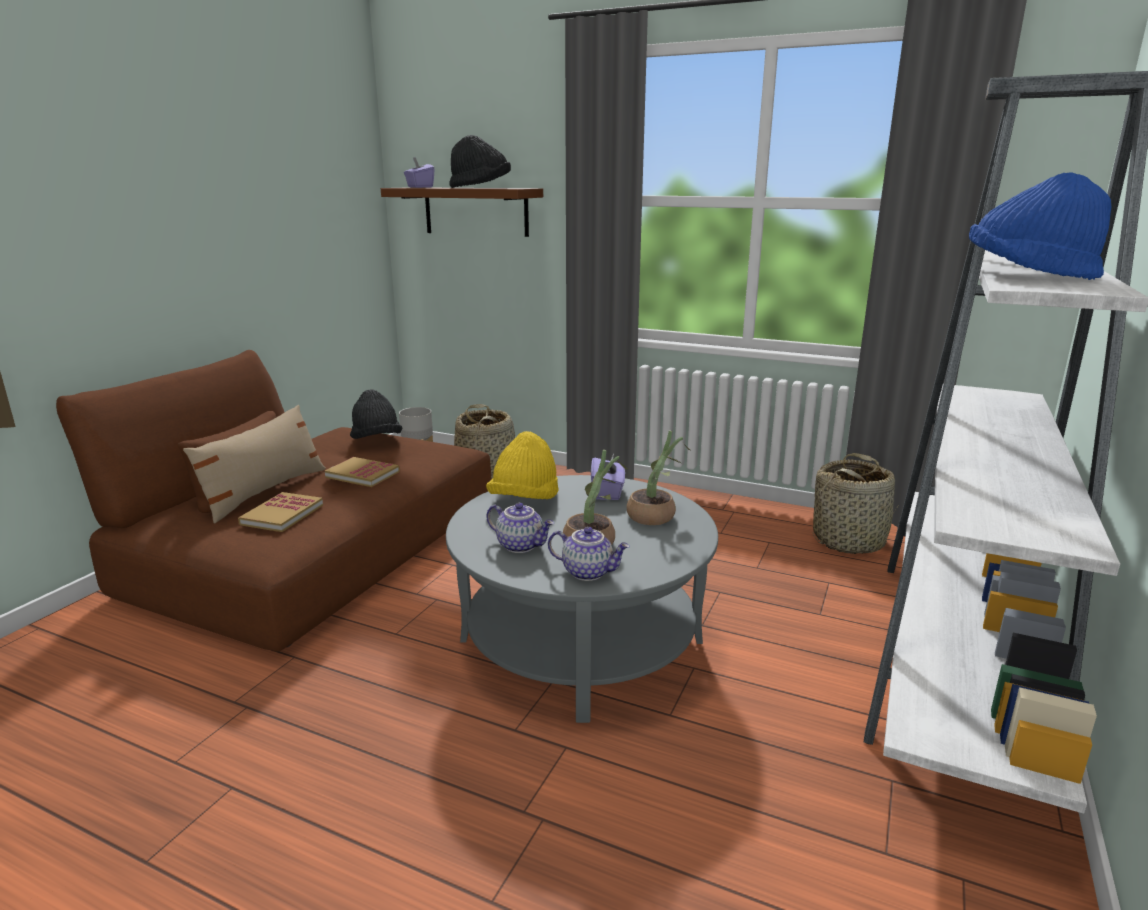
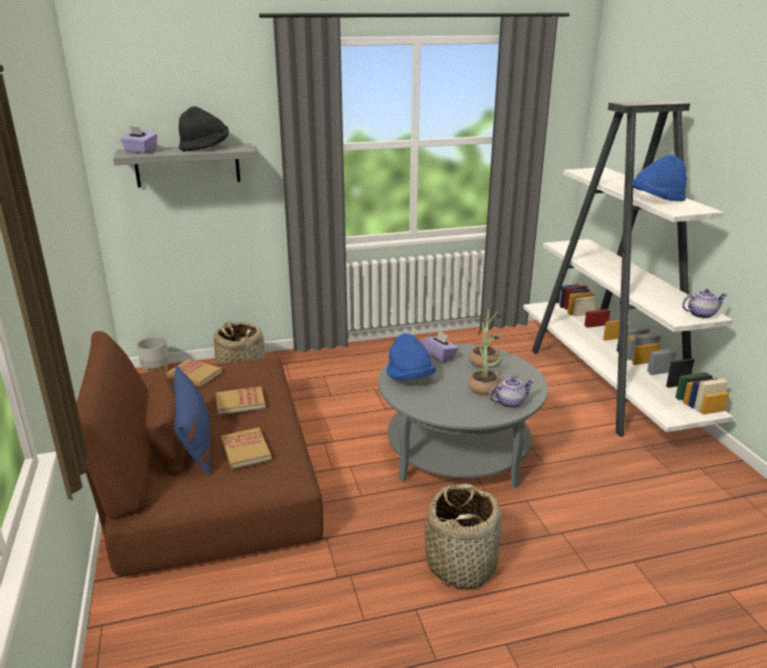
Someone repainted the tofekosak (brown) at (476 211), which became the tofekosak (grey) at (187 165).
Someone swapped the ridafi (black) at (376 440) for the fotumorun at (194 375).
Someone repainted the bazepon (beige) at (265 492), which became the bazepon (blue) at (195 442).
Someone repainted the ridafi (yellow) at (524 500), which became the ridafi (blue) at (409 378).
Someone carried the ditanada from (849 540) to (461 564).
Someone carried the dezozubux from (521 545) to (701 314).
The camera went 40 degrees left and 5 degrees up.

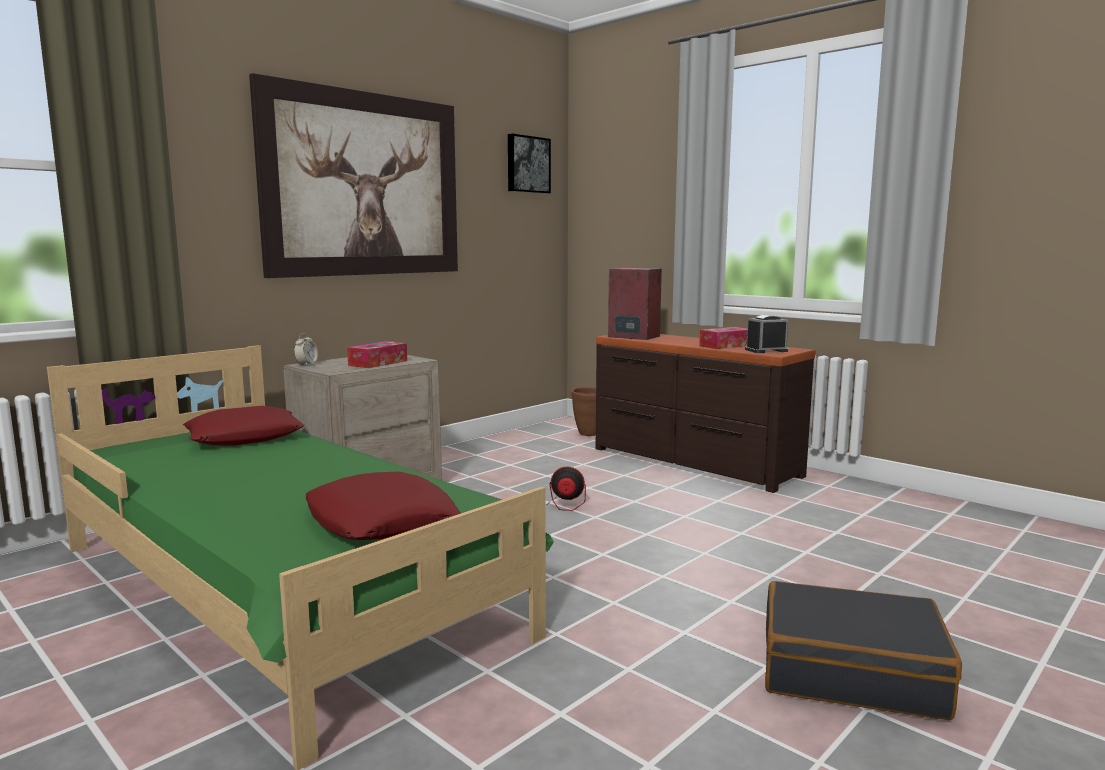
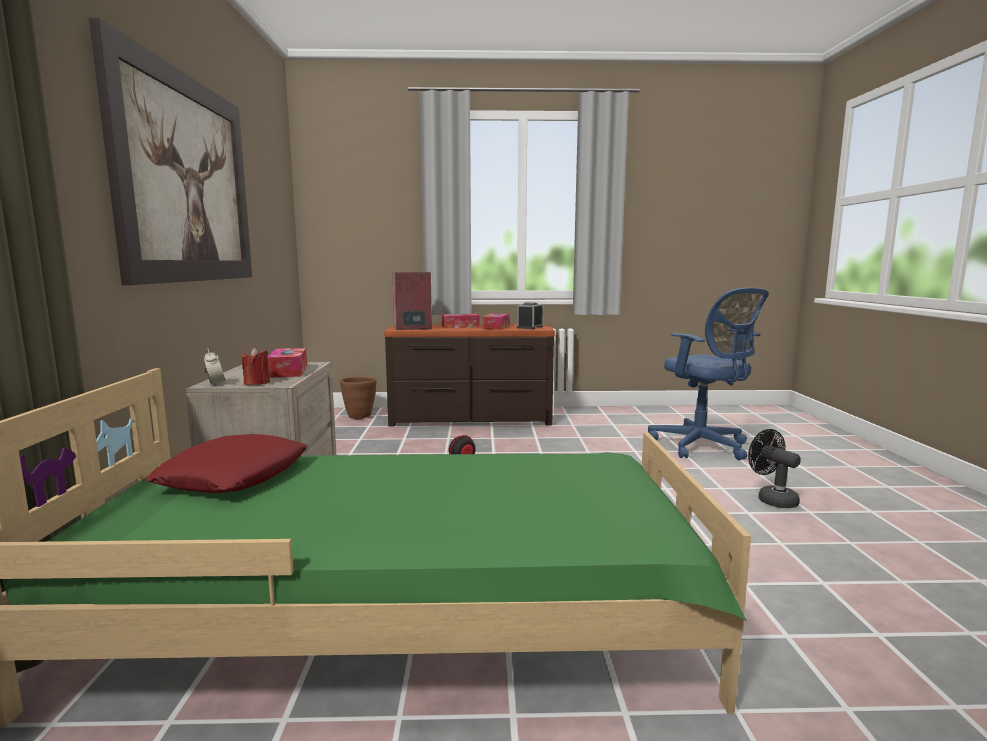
Someone took away the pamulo at (527 164).
Someone took away the bazepon (red) at (381 520).
Someone swapped the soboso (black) at (850 671) for the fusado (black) at (772 499).
Someone put down the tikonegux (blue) at (702 446).
Someone put down the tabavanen at (460 326).
Someone put down the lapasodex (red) at (257 383).
The camera went 45 degrees left and 0 degrees up.

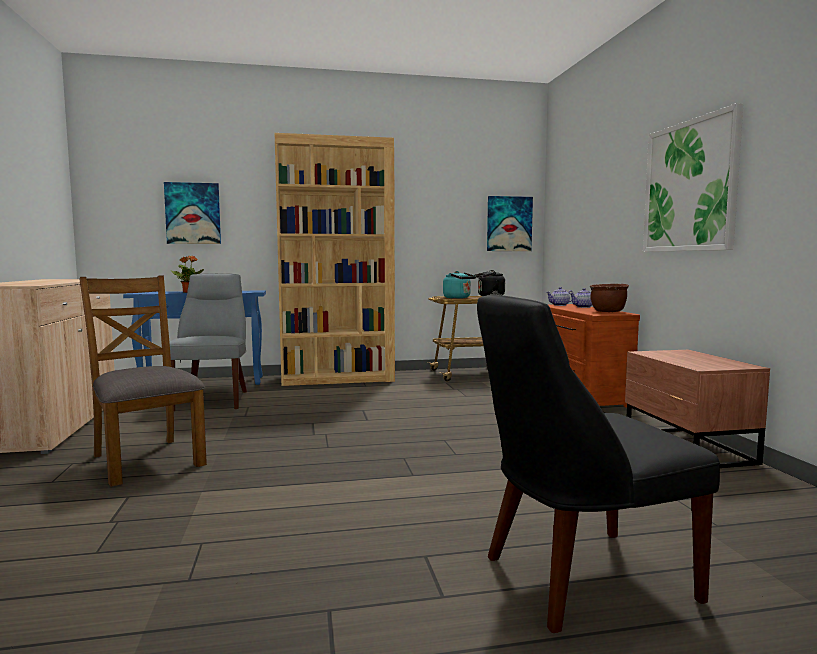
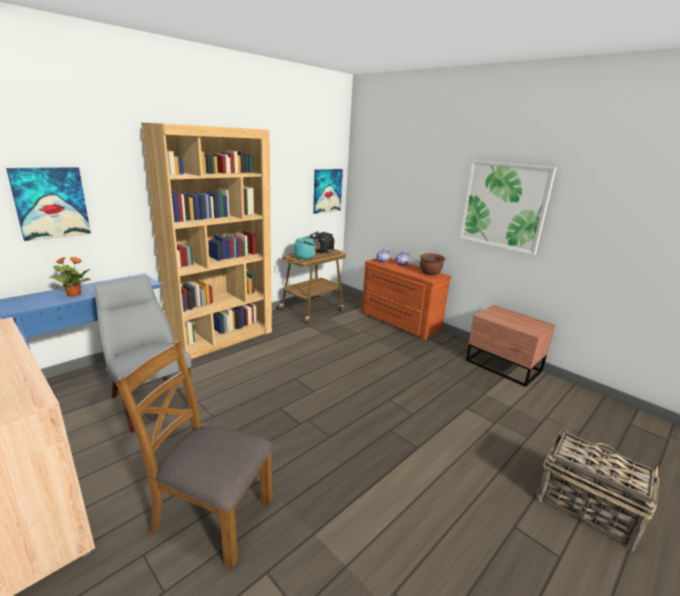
Someone swapped the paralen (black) at (579 579) for the ditanada at (585 506).
The camera went 35 degrees left and 15 degrees up.

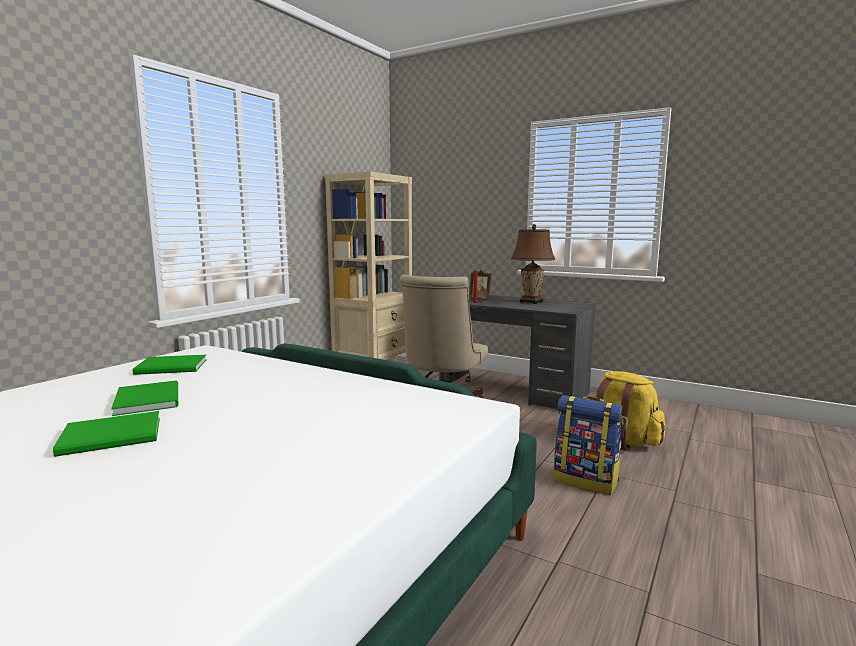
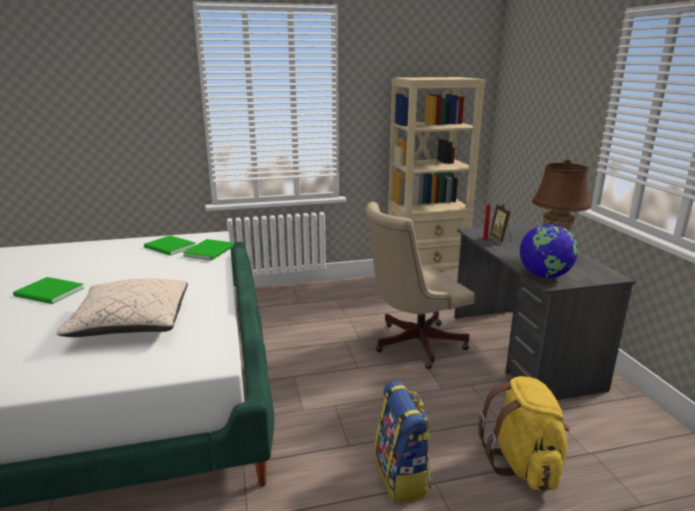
Someone carried the fotumorun (green) from (150 399) to (211 251).
Someone put down the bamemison at (544 276).
Someone put down the bazepon (beige) at (132 324).
The camera went 45 degrees right and 10 degrees up.

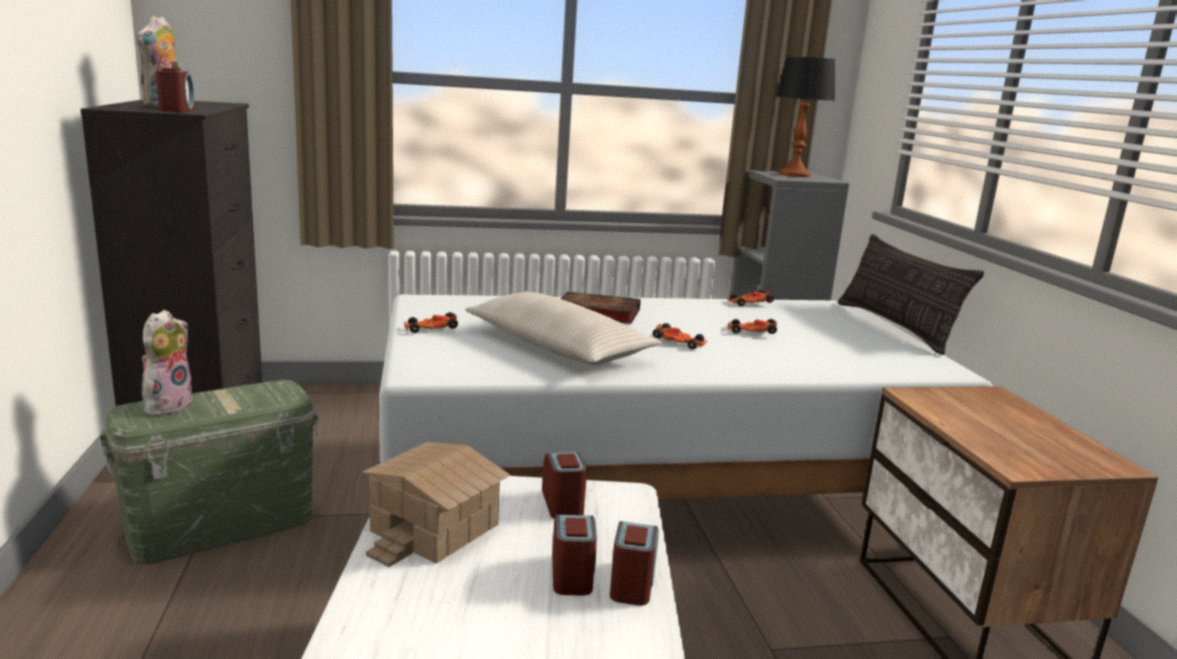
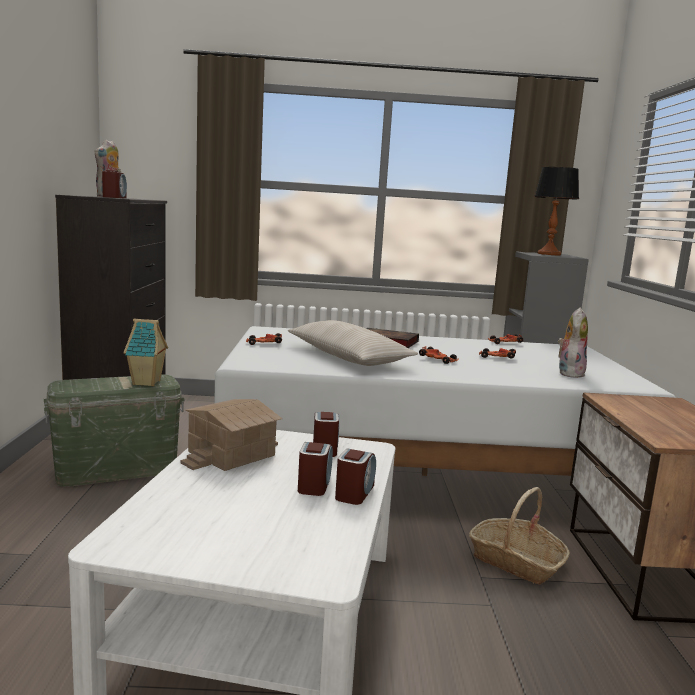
Someone took away the bazepon at (895 327).
Someone carried the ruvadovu from (167 405) to (569 373).
Someone put down the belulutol at (147 383).
Someone put down the ditanada at (516 561).
The camera went 10 degrees right and 5 degrees down.

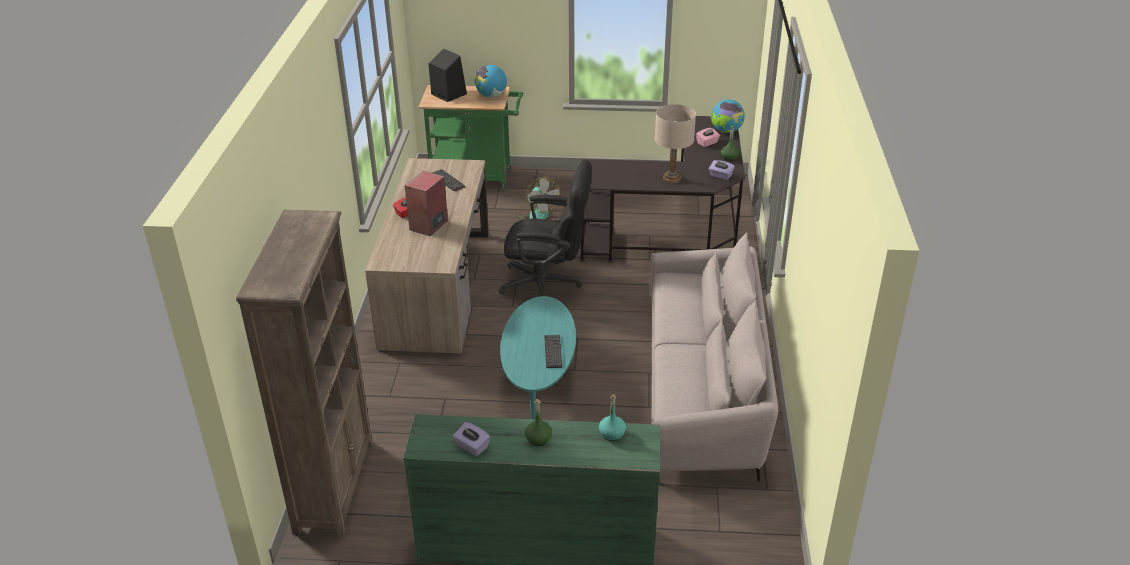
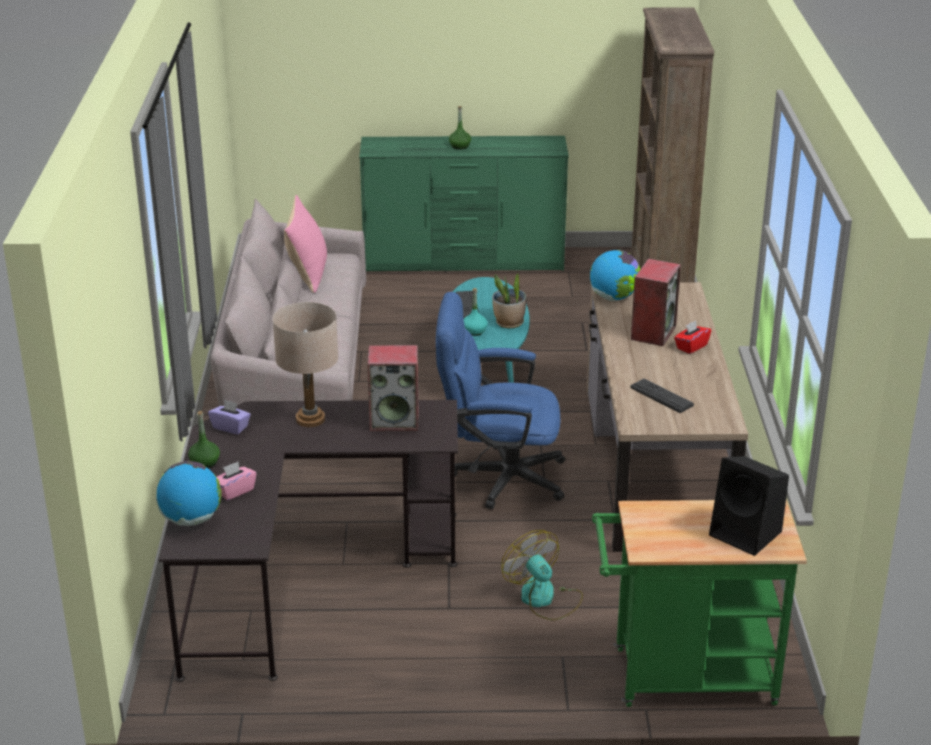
Someone carried the bamemison from (491 96) to (614 298).
Someone repainted the tikonegux (black) at (548 284), which became the tikonegux (blue) at (497 477).
Someone carried the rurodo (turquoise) from (612 434) to (474 331).
Someone took away the tabavanen (purple) at (472 447).
Someone put down the bazepon (pink) at (308 274).
Someone put down the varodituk at (509 323).
Someone put down the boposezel at (395 420).
The camera went 175 degrees right and 5 degrees down.

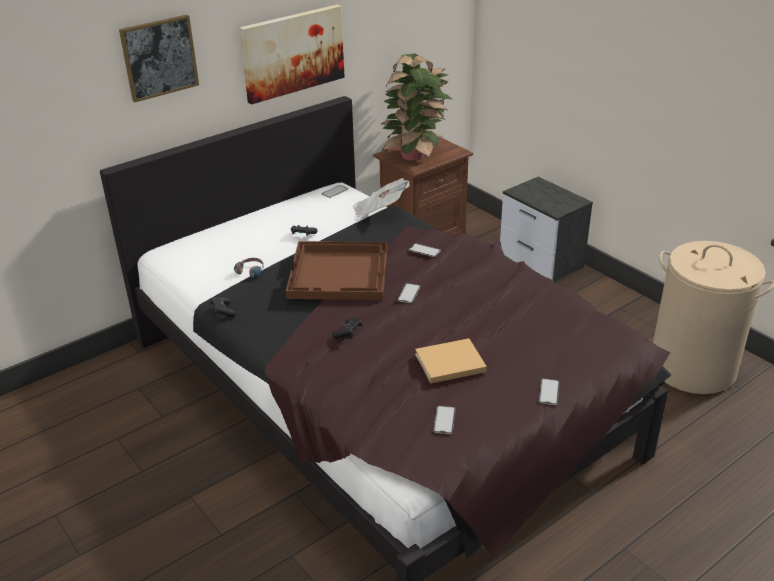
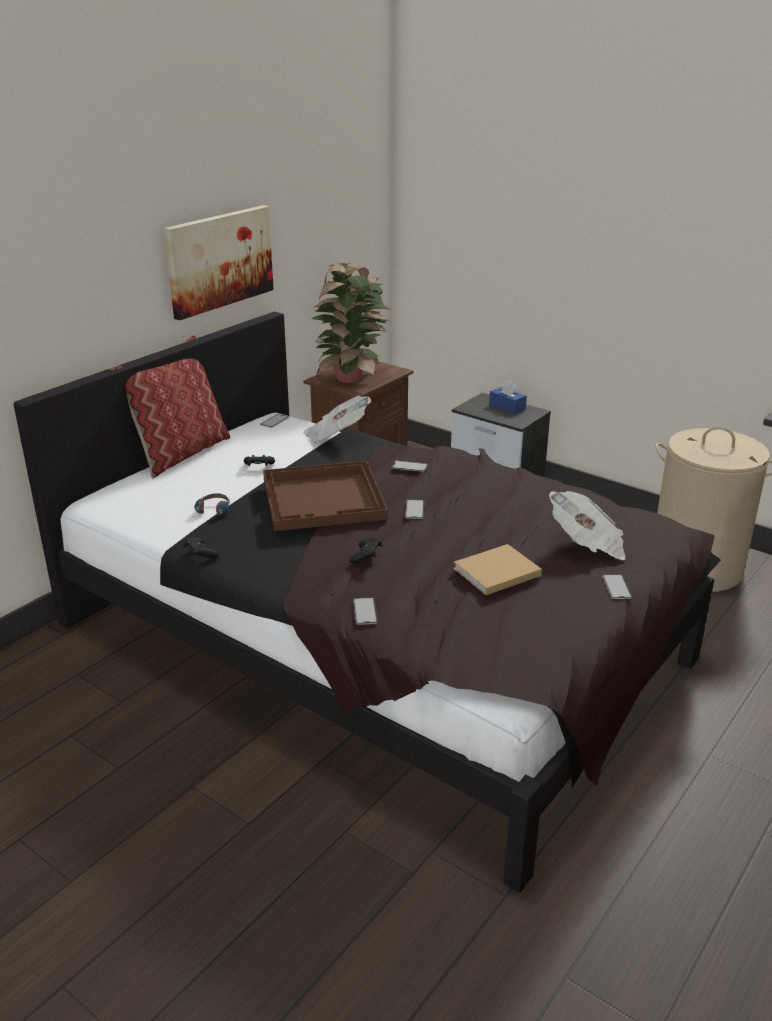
Someone took away the pamulo at (159 57).
Someone carried the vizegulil from (444 420) to (365 611).
Someone put down the bazepon at (180 453).
Someone put down the tabavanen (blue) at (507 407).
Someone put down the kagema at (587 544).
The camera went 15 degrees left and 5 degrees down.

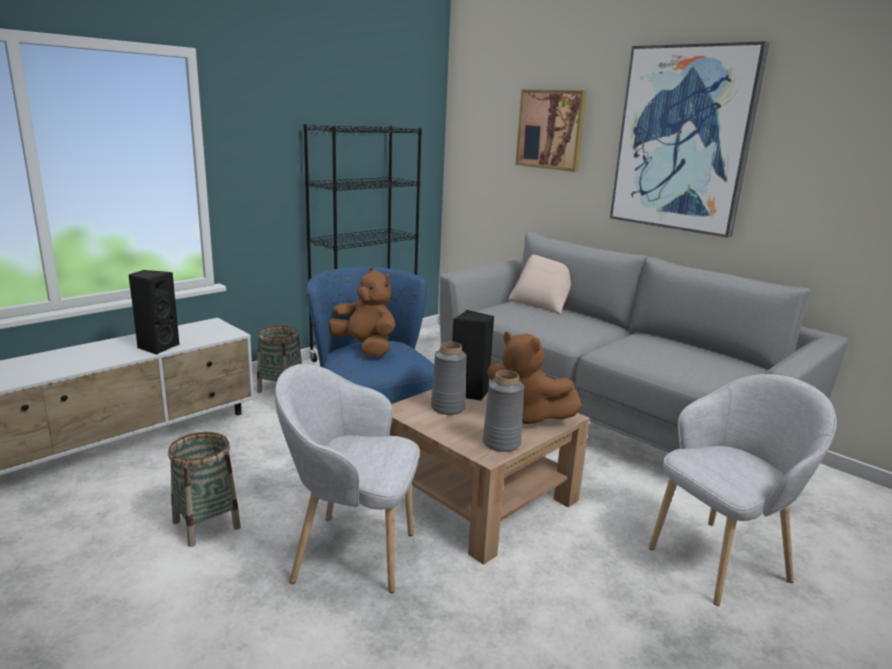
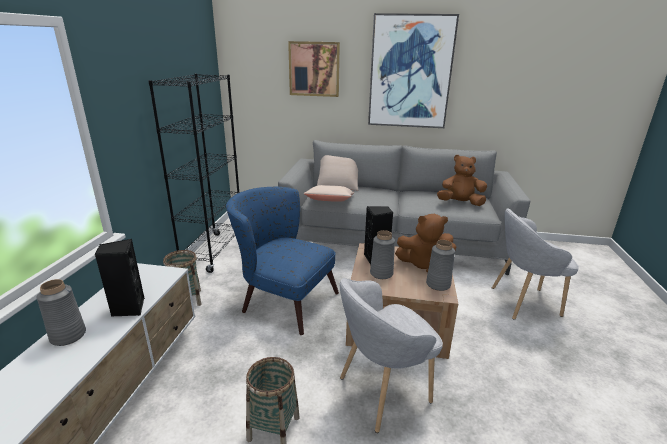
Someone carried the ruvadovu (brown) from (365 348) to (460 203).
Someone rotated the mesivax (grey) at (720 561) by 120 degrees counterclockwise.
Someone put down the bazepon (beige) at (330 202).
Someone put down the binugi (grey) at (68 336).
The camera went 35 degrees left and 5 degrees up.

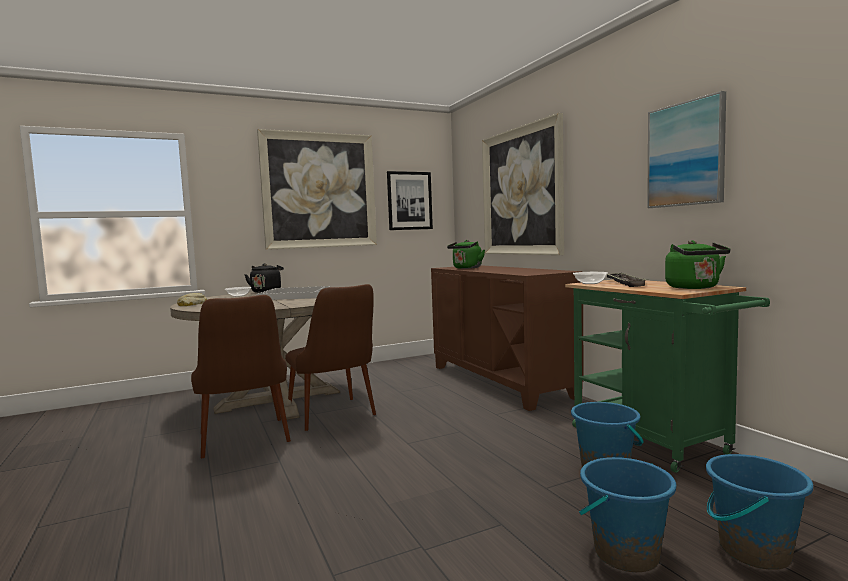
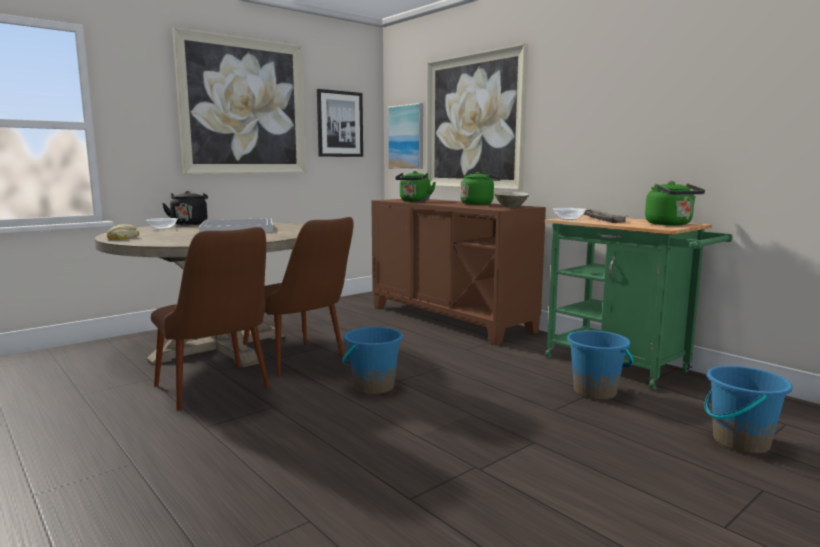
Someone carried the pamulo from (686 154) to (406 137).
Someone carried the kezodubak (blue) from (625 553) to (373 386).
Someone put down the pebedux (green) at (478 204).
Someone put down the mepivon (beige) at (511 207).
The camera went 15 degrees left and 5 degrees up.

